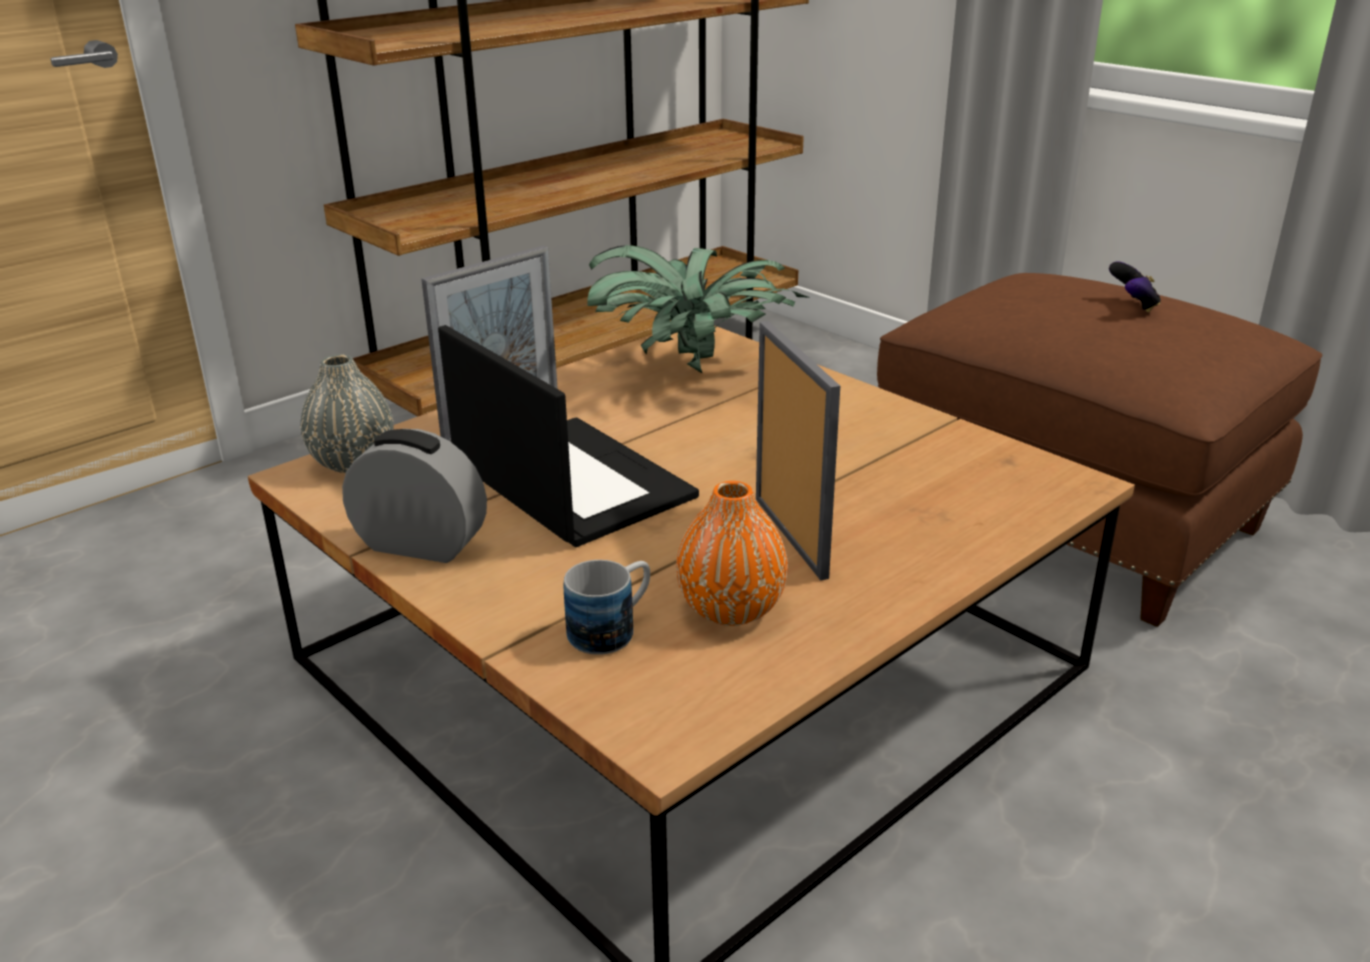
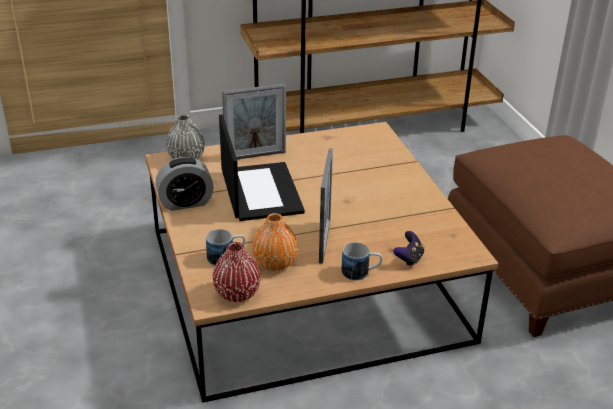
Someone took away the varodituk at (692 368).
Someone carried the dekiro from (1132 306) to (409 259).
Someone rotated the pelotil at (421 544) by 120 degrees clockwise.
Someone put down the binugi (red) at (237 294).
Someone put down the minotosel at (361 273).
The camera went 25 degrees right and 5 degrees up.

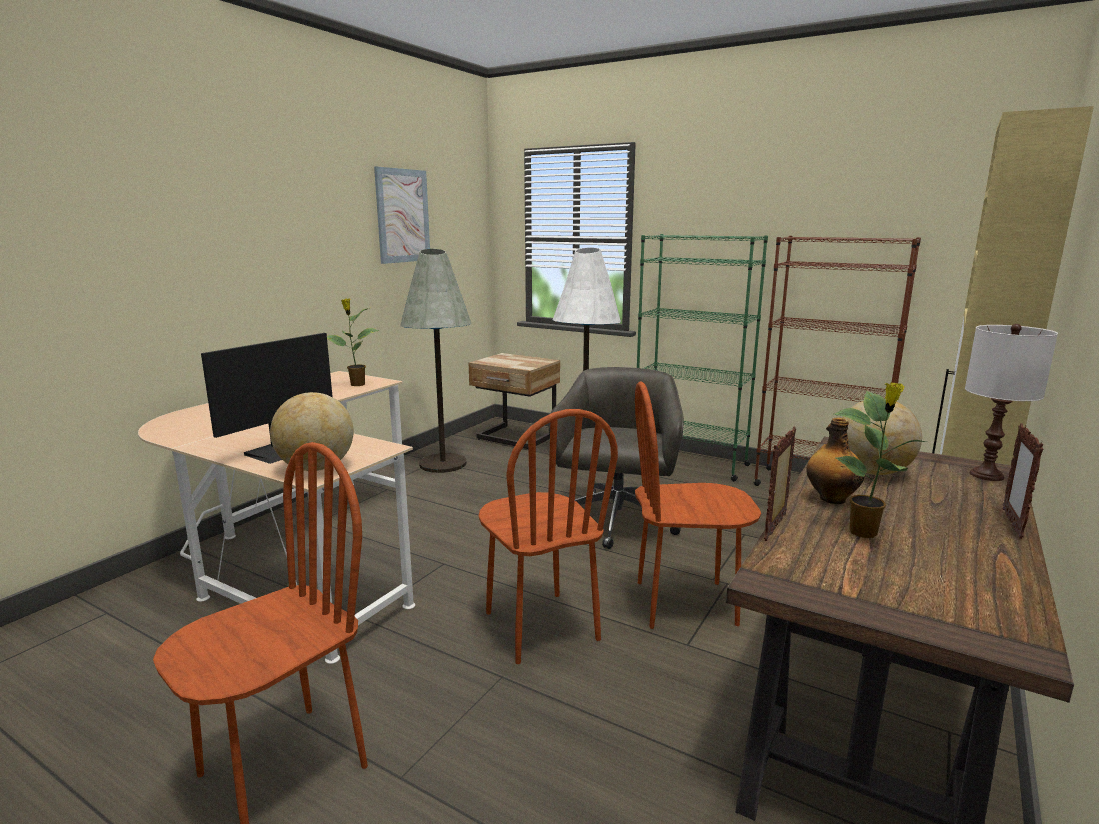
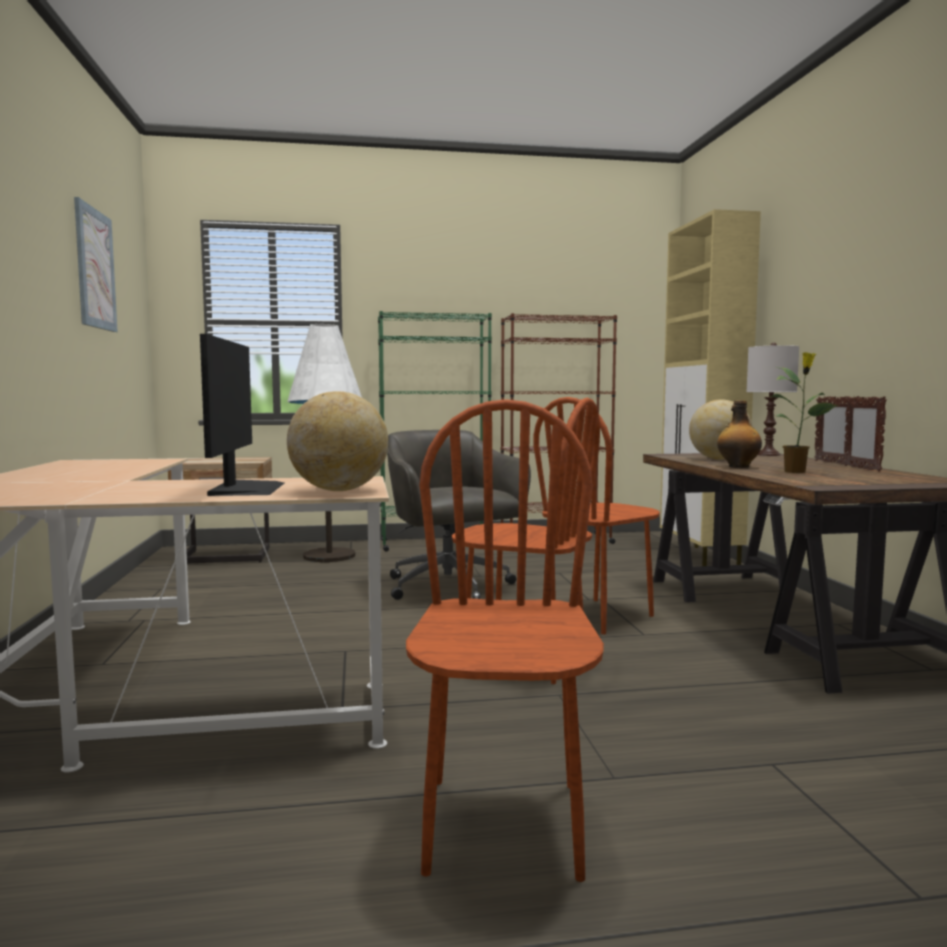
Someone took away the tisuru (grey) at (443 464).
Someone took away the varodituk at (356 384).
Someone carried the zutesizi from (776 527) to (861 468).
The camera went 40 degrees left and 10 degrees down.

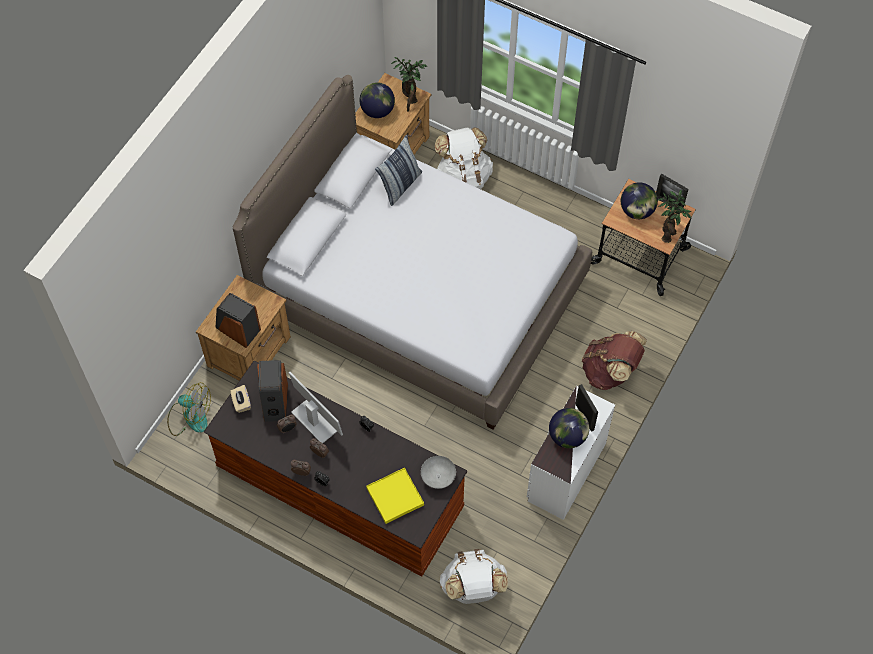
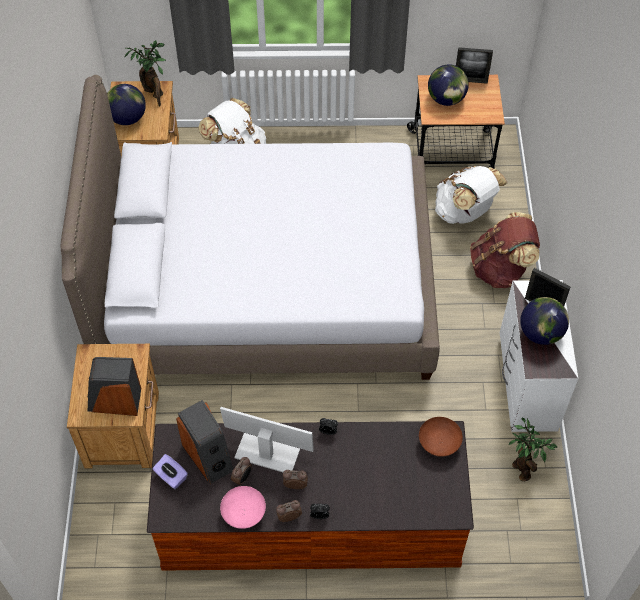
Someone took away the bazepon at (400 185).
Someone carried the varodituk from (668 233) to (521 467).
Someone took away the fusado at (189 416).
Someone repainted the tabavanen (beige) at (241 403), which became the tabavanen (purple) at (171 477).
Someone repainted the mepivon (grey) at (438 476), which became the mepivon (brown) at (439 442).
Someone took away the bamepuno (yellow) at (395 497).
Someone carried the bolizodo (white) from (473 588) to (464 212).
Someone put down the mepivon (pink) at (243 513).
The camera went 30 degrees left and 5 degrees down.

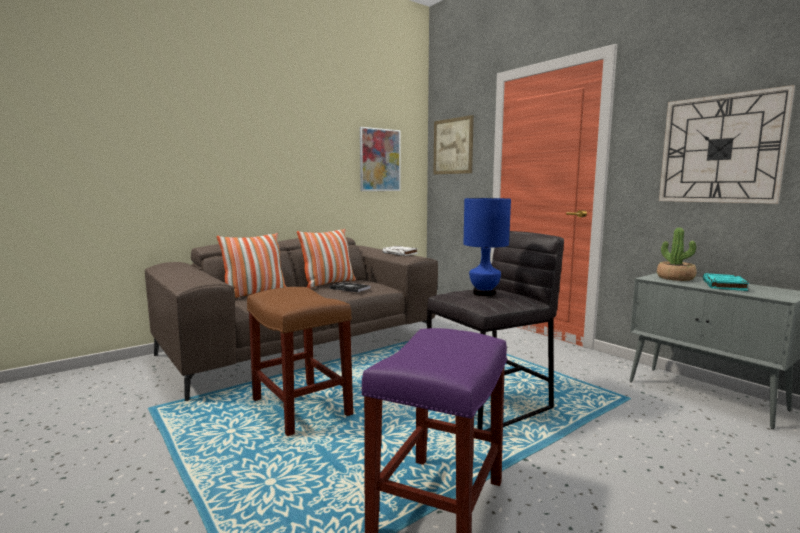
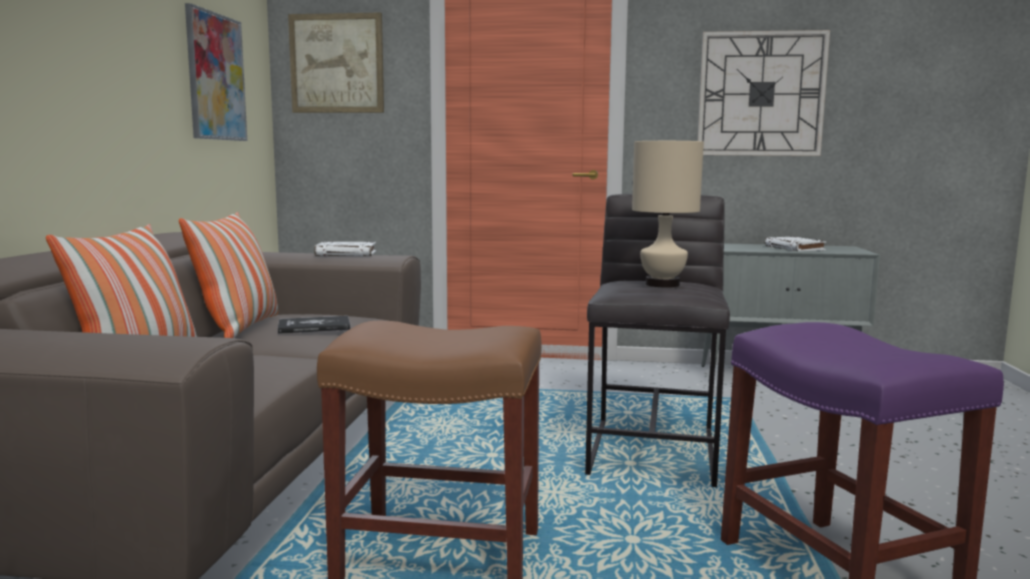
Someone repainted the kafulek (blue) at (484 293), which became the kafulek (beige) at (663 284).
Someone took away the varodituk at (675 278).
Someone repainted the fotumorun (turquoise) at (724 286), which became the fotumorun (white) at (795 248).
The camera went 45 degrees left and 0 degrees up.

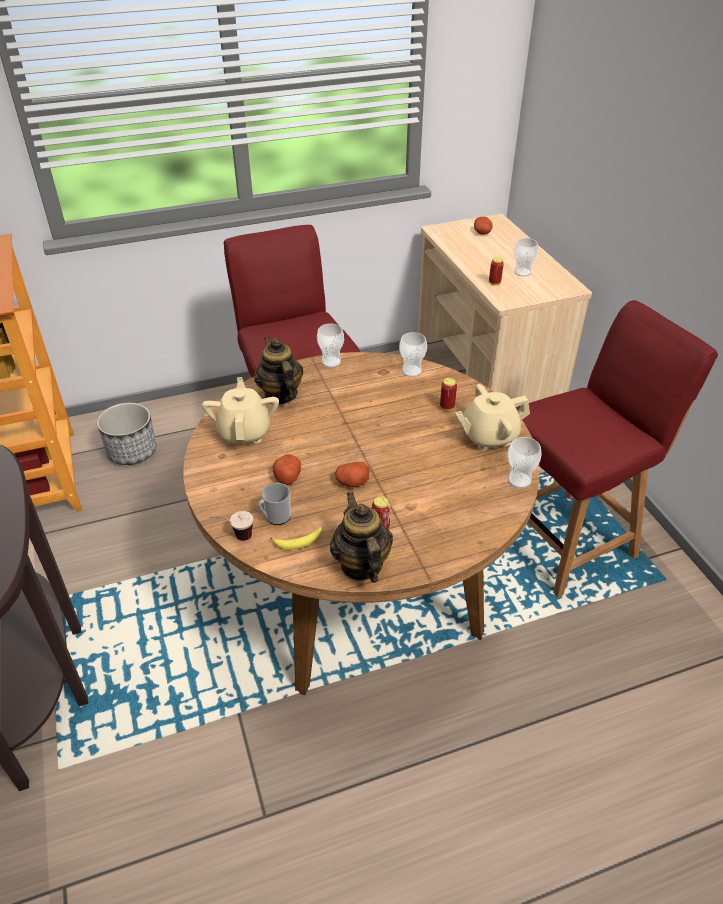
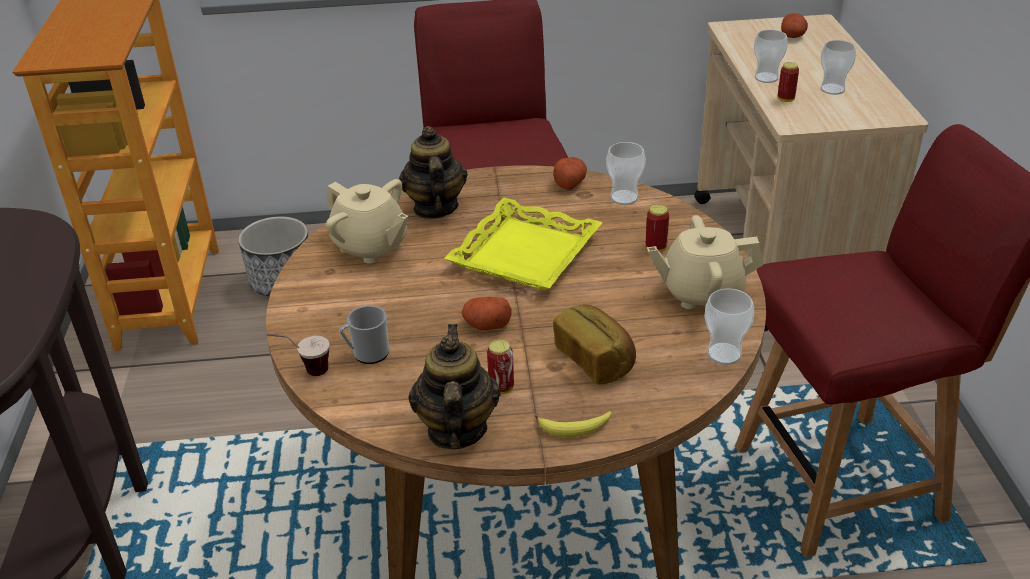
Someone carried the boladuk from (331 362) to (766 78).
Someone rotated the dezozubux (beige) at (244 432) by 120 degrees clockwise.
Someone carried the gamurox from (287 476) to (569 182).
Someone carried the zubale from (298 542) to (575 428).
Someone put down the bamepuno (yellow) at (524 253).
Someone put down the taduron at (595 360).
The camera went 15 degrees right and 5 degrees down.

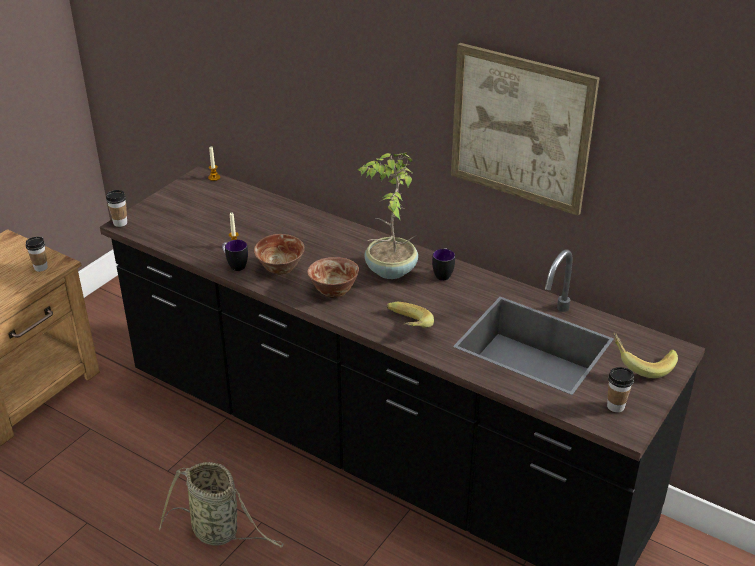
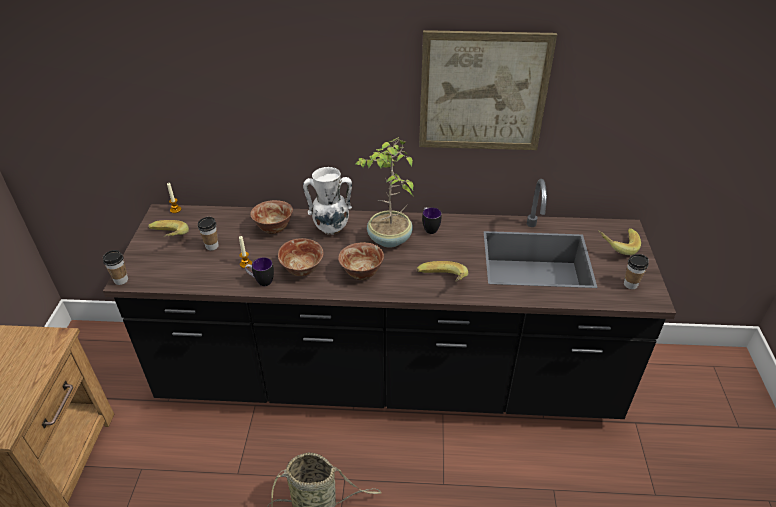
Someone carried the boladuk from (41 267) to (212 246).
Someone put down the binugi (white) at (330 228).
Someone put down the mepivon at (273 228).
Someone put down the zubale at (167 239).
The camera went 30 degrees left and 5 degrees up.

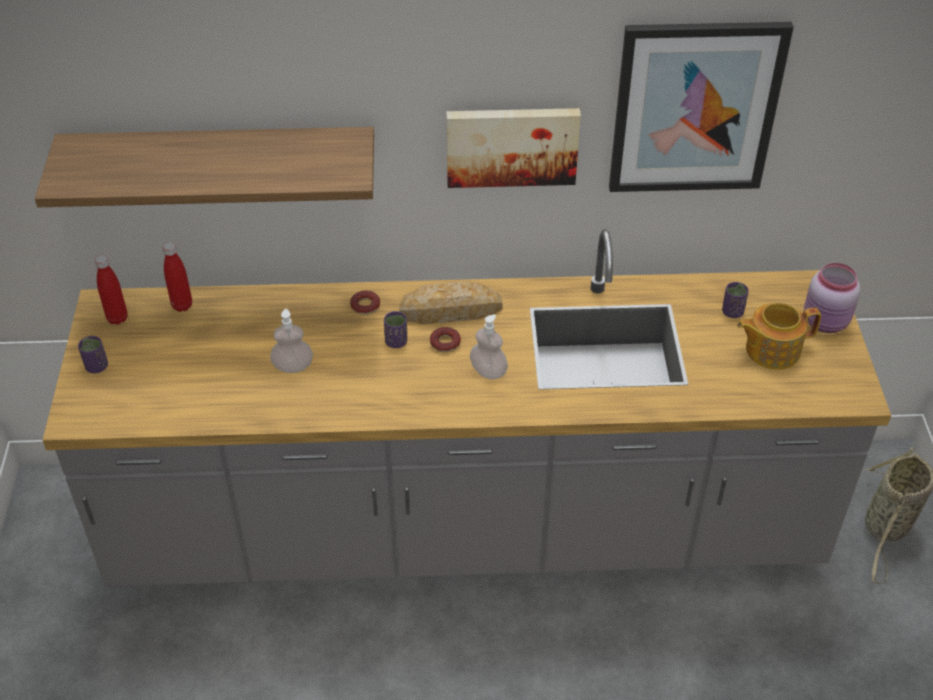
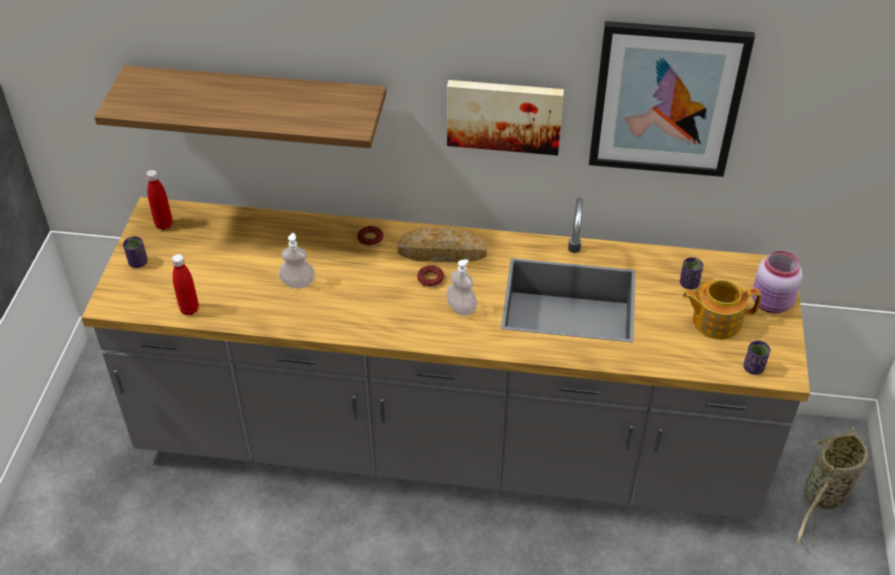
Someone carried the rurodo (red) from (182 305) to (189 309).
Someone carried the boladuk (purple) from (396 342) to (753 368).
The camera went 10 degrees right and 0 degrees up.

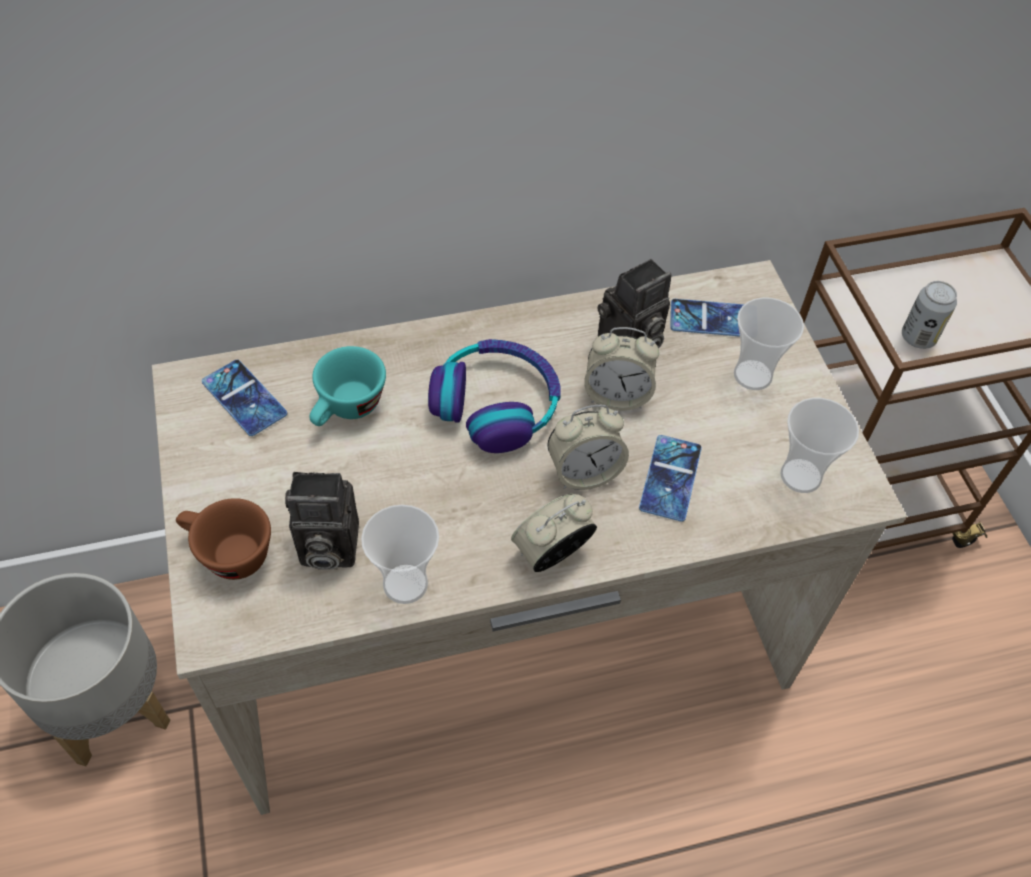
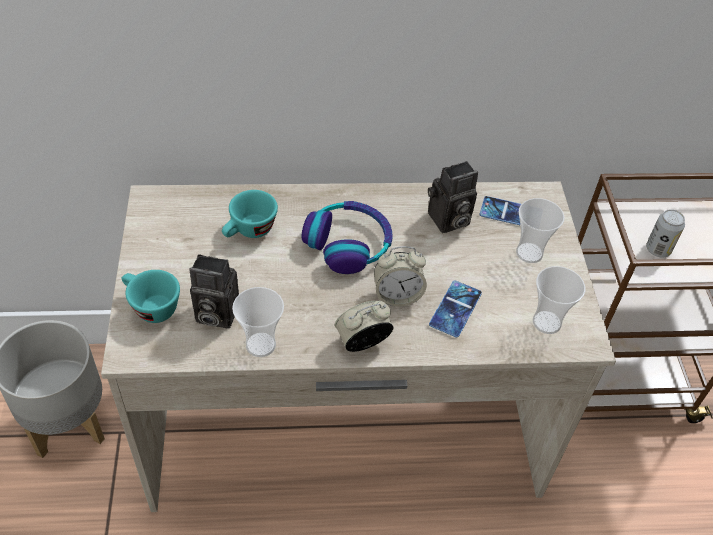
Someone took away the pelotil at (617 395).
Someone took away the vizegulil at (244 398).
Someone repainted the boladuk (brown) at (227 553), which became the boladuk (turquoise) at (150 307).
The camera went 10 degrees right and 5 degrees down.

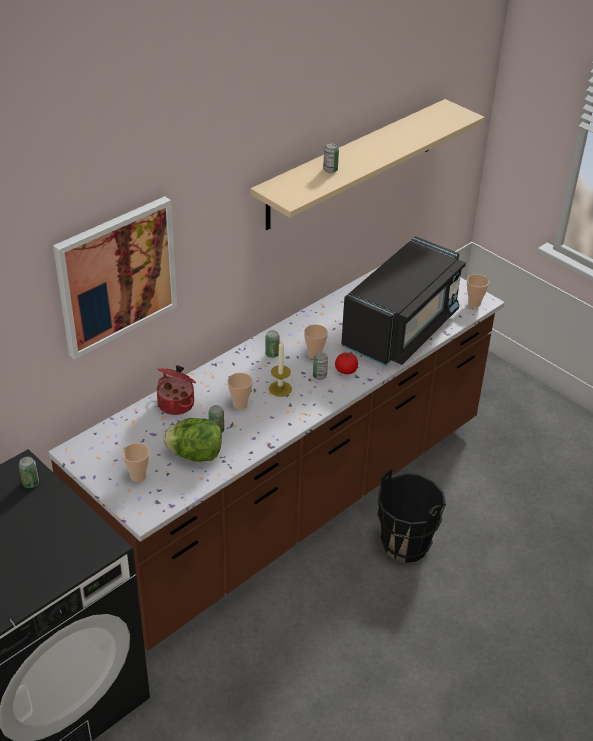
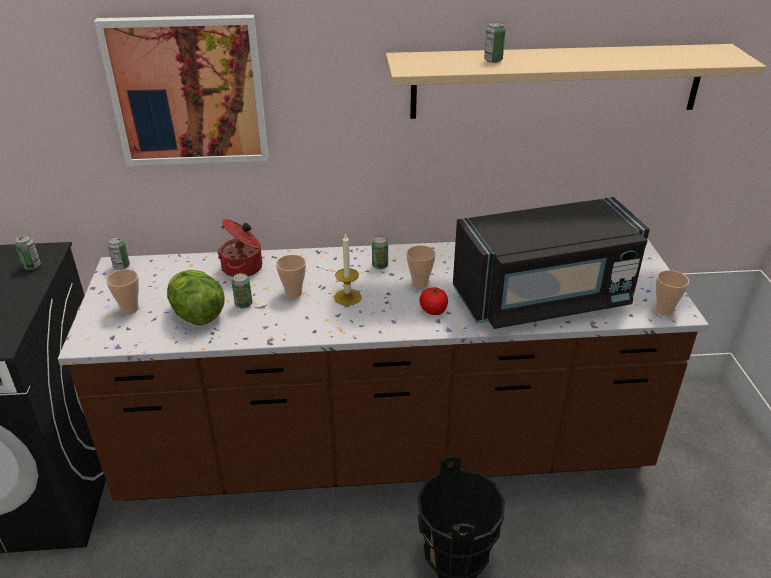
Someone carried the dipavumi from (319 376) to (121 266).
The camera went 40 degrees right and 5 degrees down.

